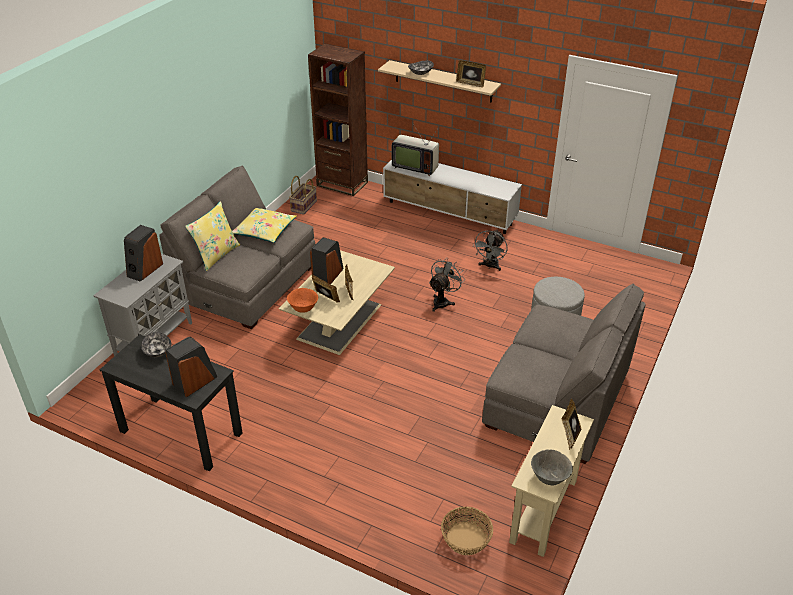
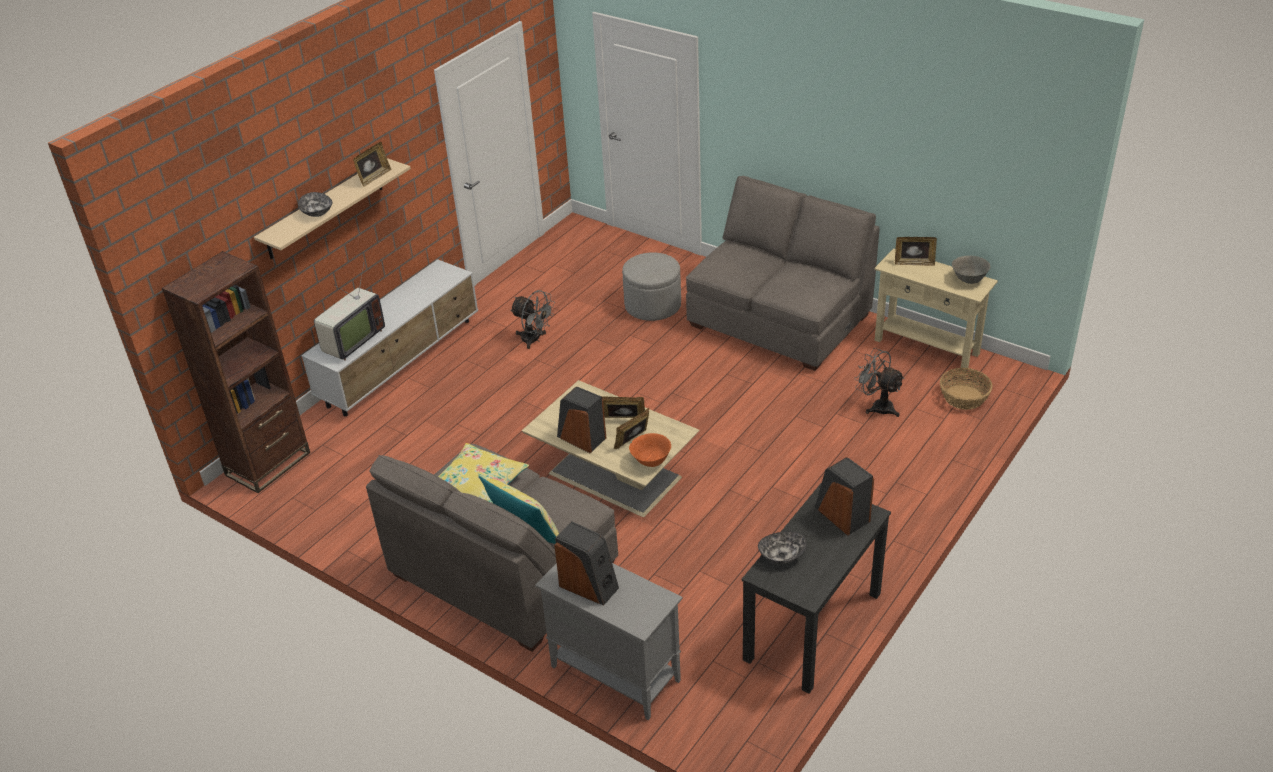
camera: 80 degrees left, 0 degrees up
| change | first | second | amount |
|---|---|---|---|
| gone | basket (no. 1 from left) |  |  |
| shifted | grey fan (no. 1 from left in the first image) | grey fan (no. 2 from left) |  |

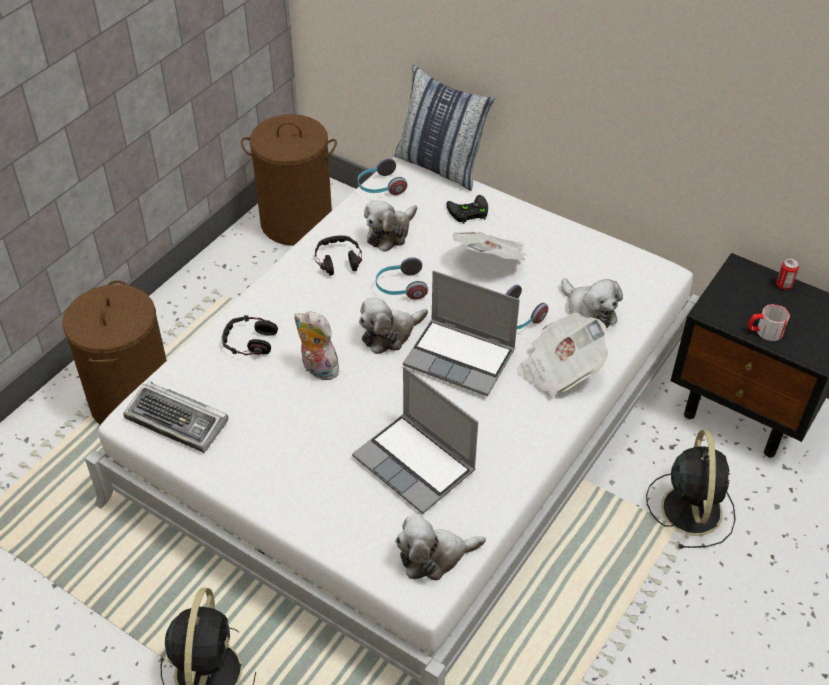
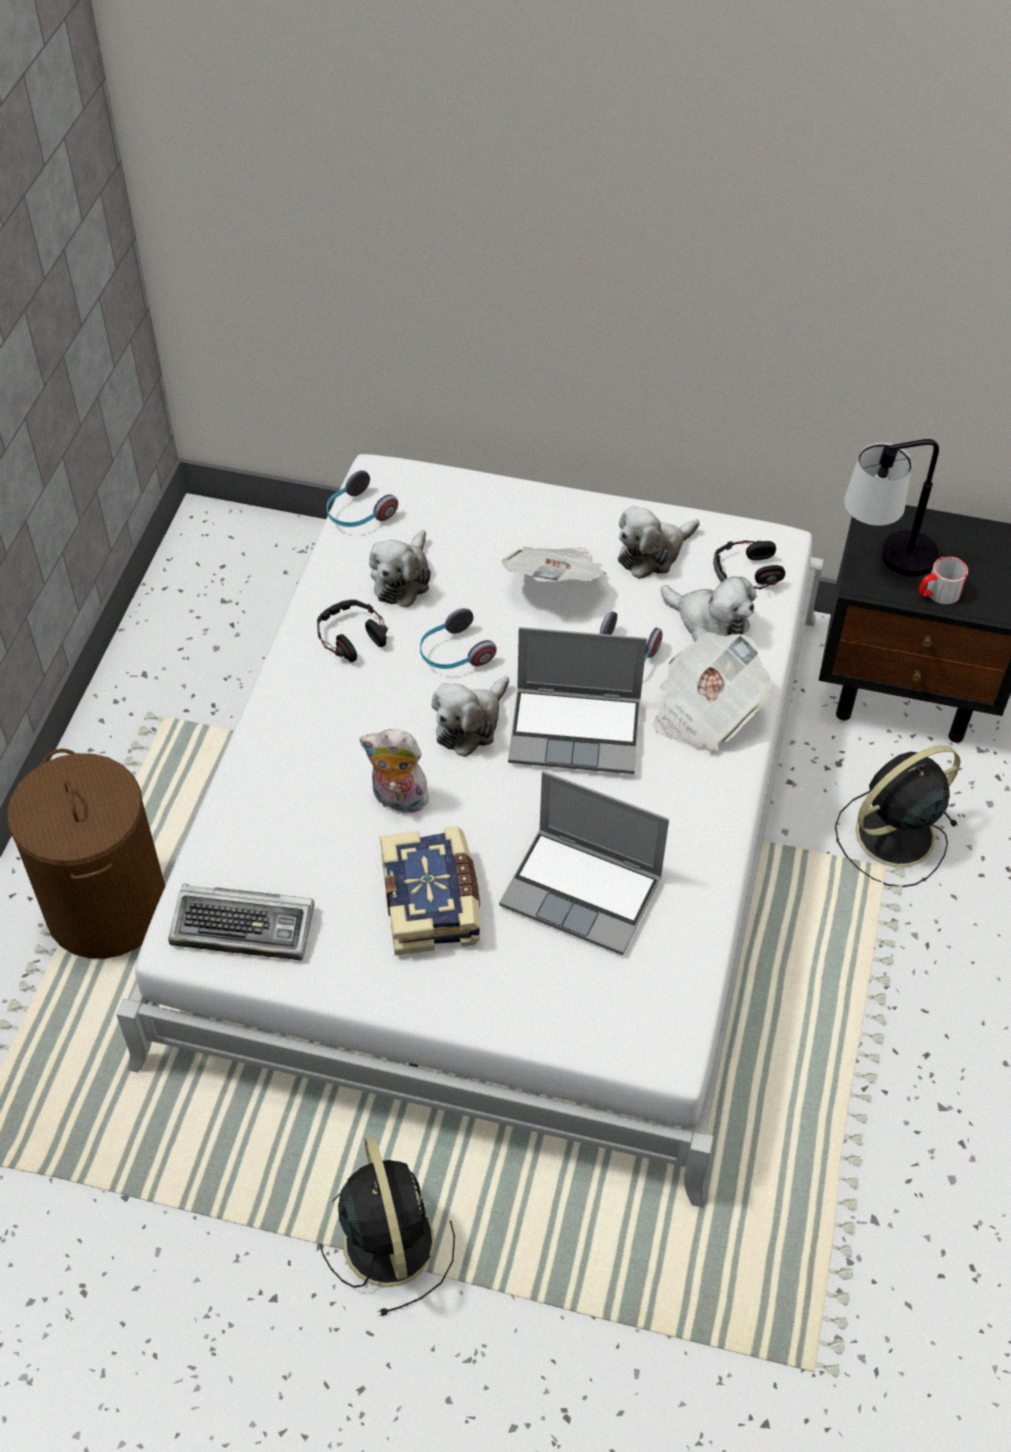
camera: 20 degrees left, 5 degrees up
| change | first | second | amount |
|---|---|---|---|
| shifted | headphones (no. 1 from left in the first image) | headphones (no. 5 from left) |  |
| gone | brown laundry basket (no. 2 from left) |  |  |
| gone | pillow |  |  |
| shifted | plush toy (no. 4 from left) |  |  |
| gone | black game controller |  |  |
| rotated | black fan (no. 2 from left) |  | 105 degrees counterclockwise |
| gone | can |  |  |
| new |  | book |  |
| new |  | table lamp |  |

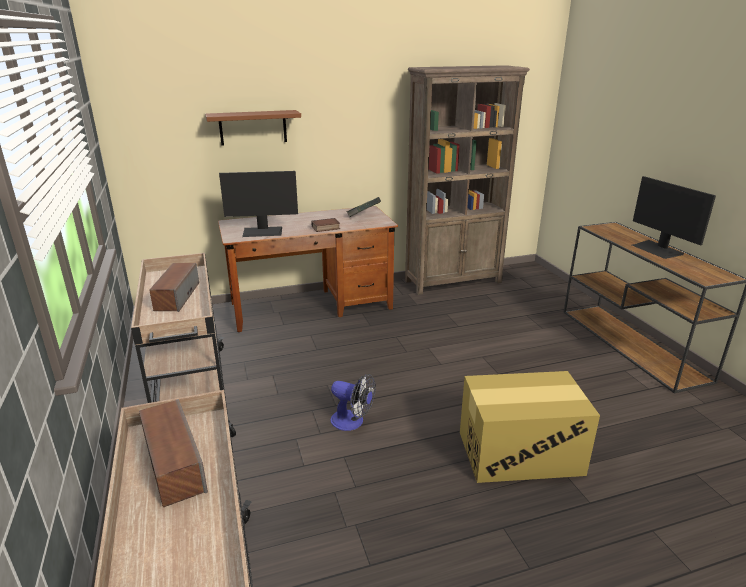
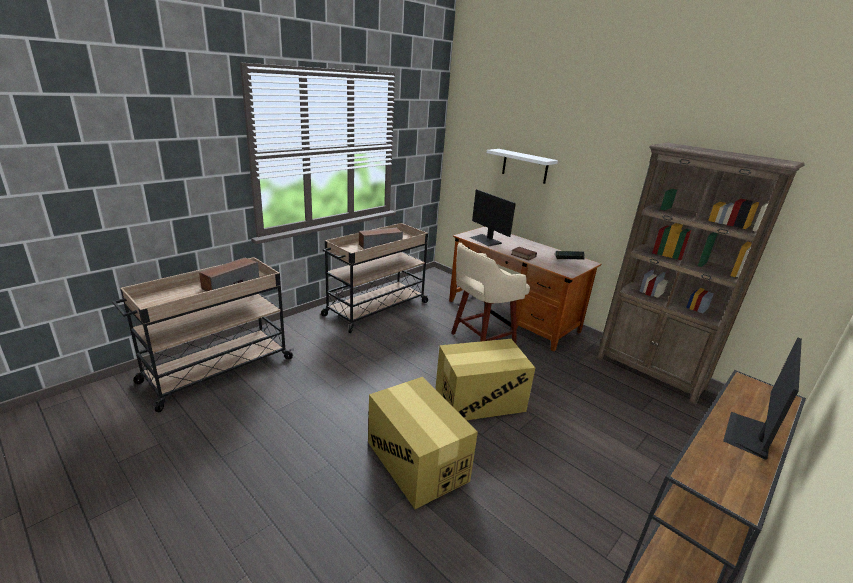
camera: 60 degrees right, 0 degrees up
| change | first | second | amount |
|---|---|---|---|
| repainted | brown shelf | white shelf |  |
| gone | fan |  |  |
| new |  | cardboard box (no. 2 from left) |  |
| new |  | beige stool |  |

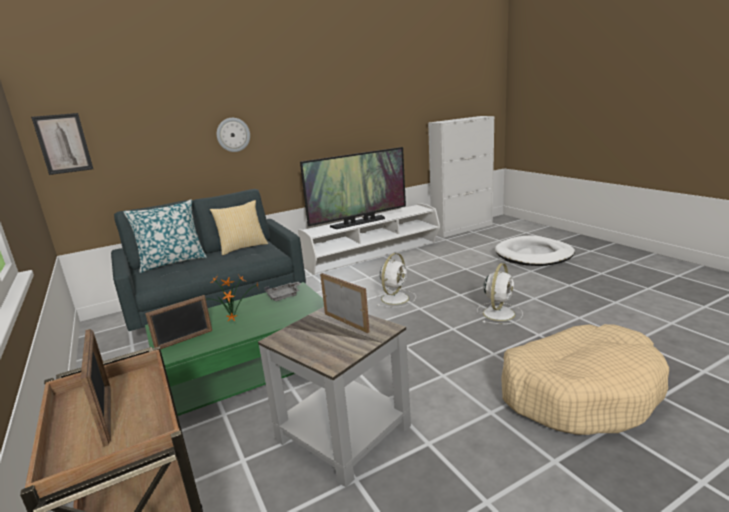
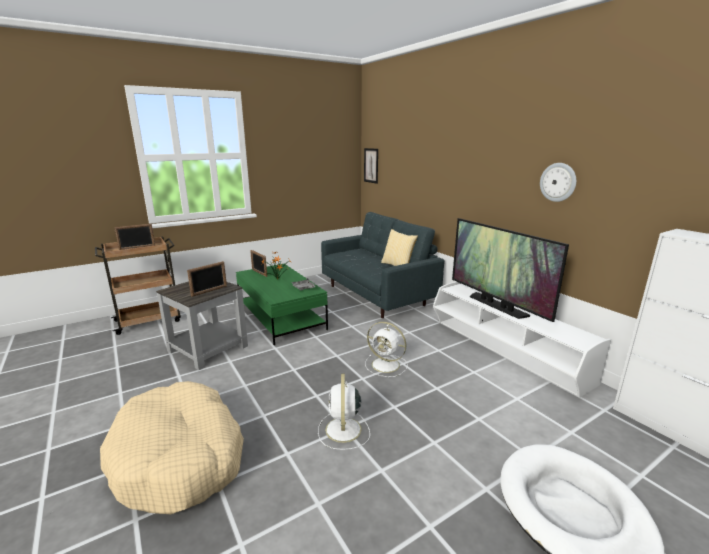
camera: 85 degrees right, 0 degrees up
| change | first | second | amount |
|---|---|---|---|
| gone | pillow (no. 1 from left) |  |  |
| shifted | wall clock |  |  |
| rotated | white fan (no. 2 from left in the first image) | white fan (no. 1 from left) | 60 degrees clockwise |

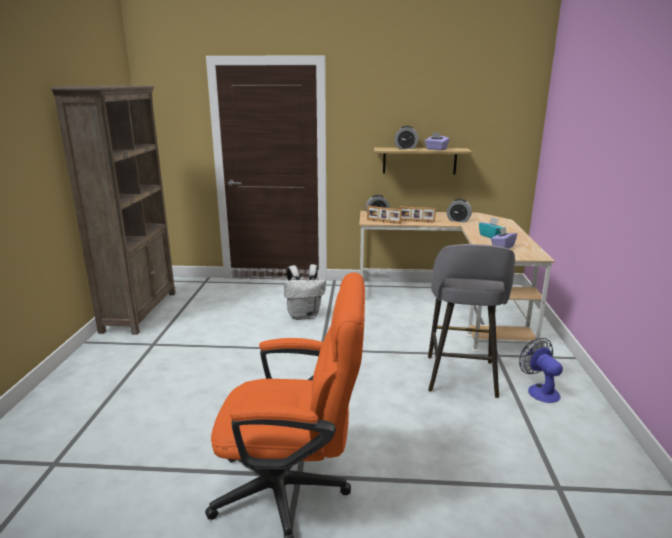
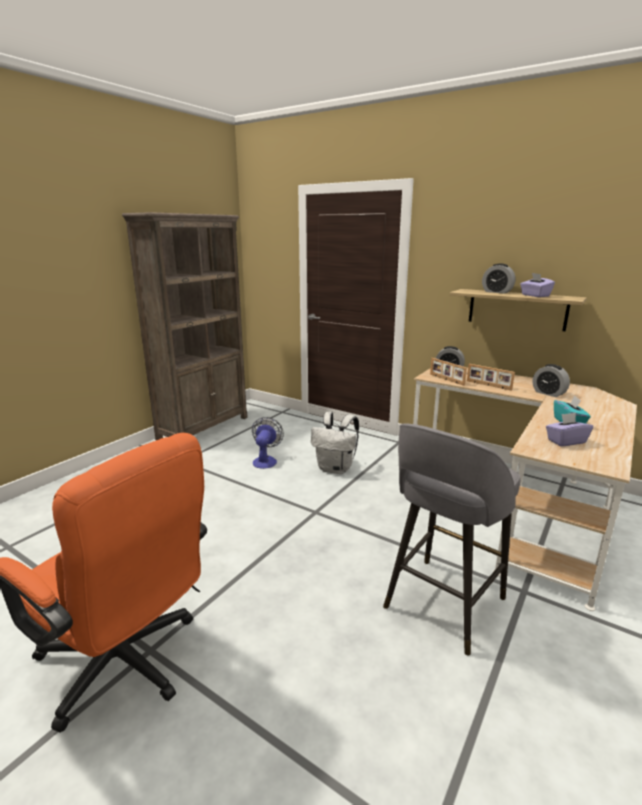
camera: 30 degrees right, 0 degrees up
| change | first | second | amount |
|---|---|---|---|
| shifted | fan |  |  |

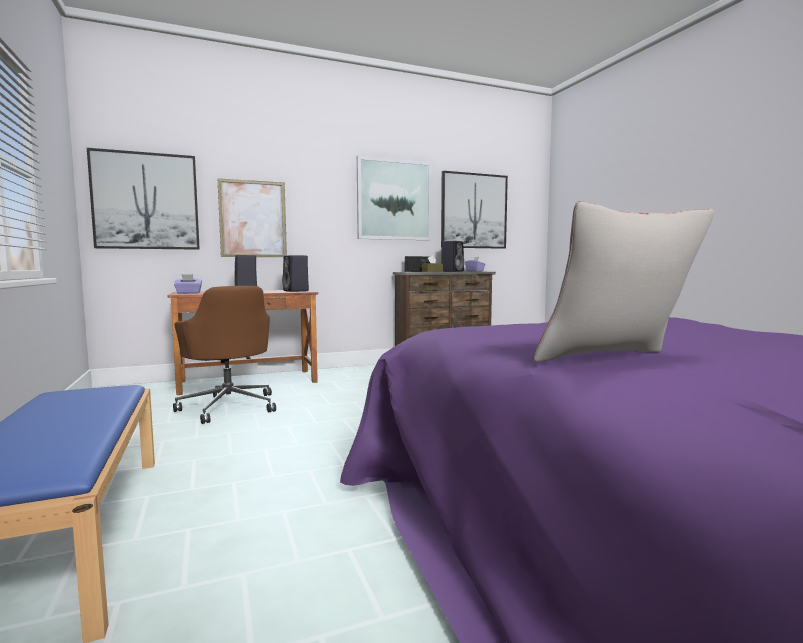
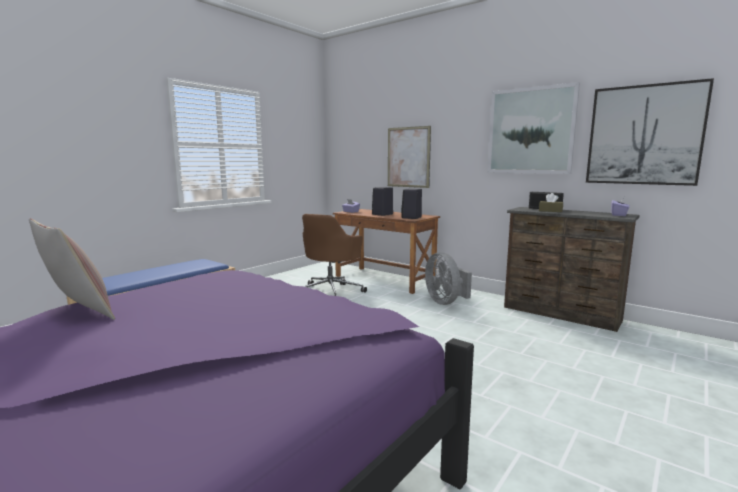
camera: 60 degrees right, 5 degrees up
| change | first | second | amount |
|---|---|---|---|
| gone | picture (no. 1 from left) |  |  |
| gone | black speaker (no. 3 from left) |  |  |
| new |  | grey fan |  |

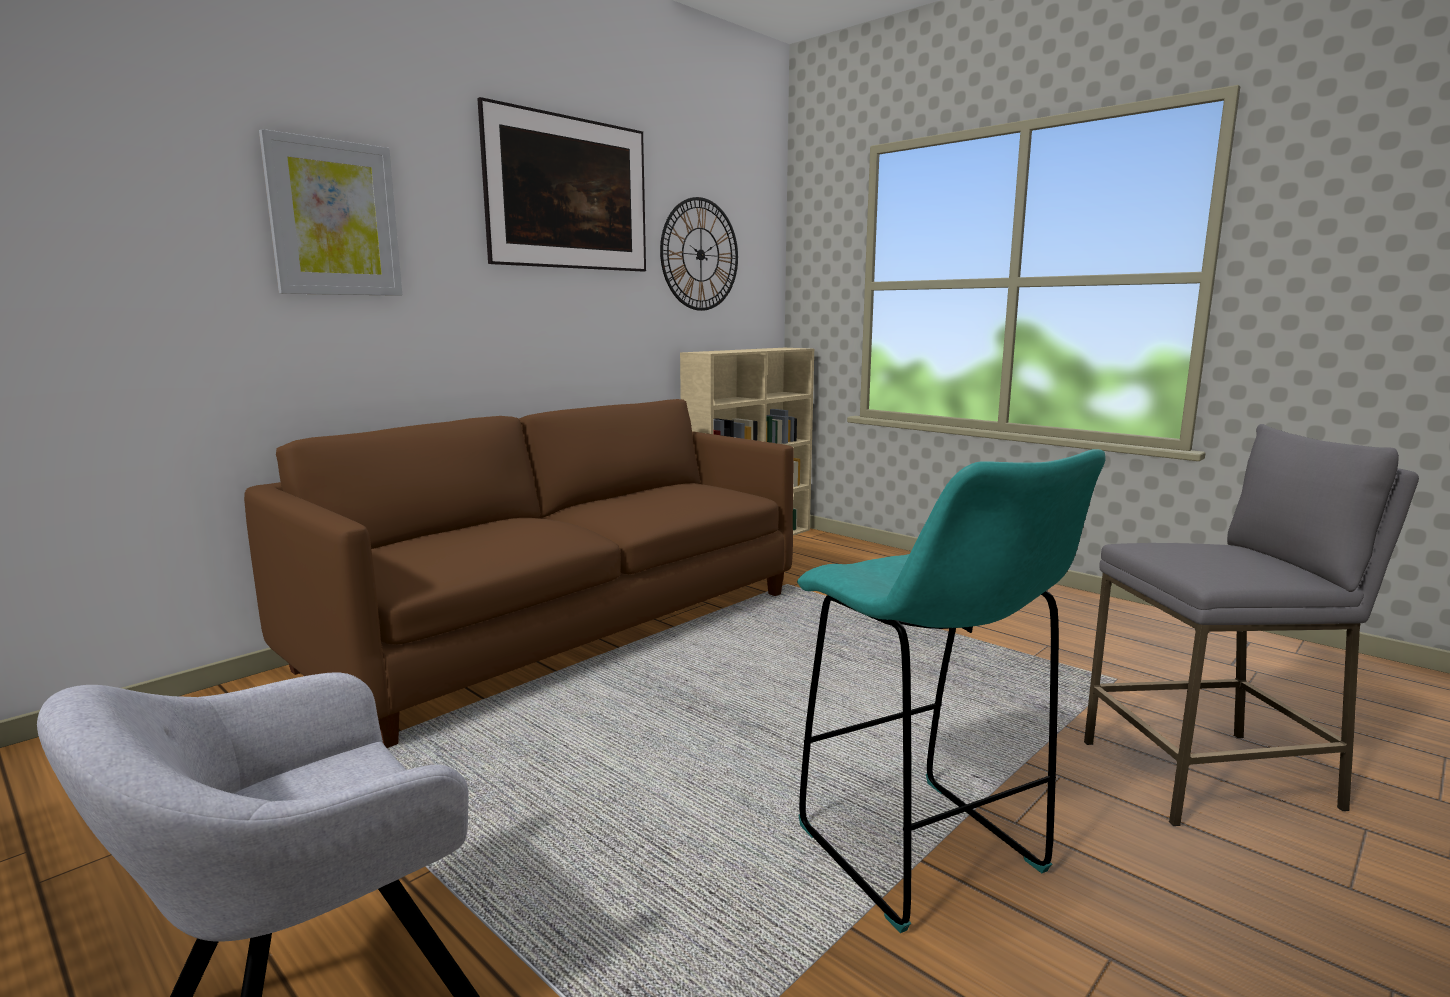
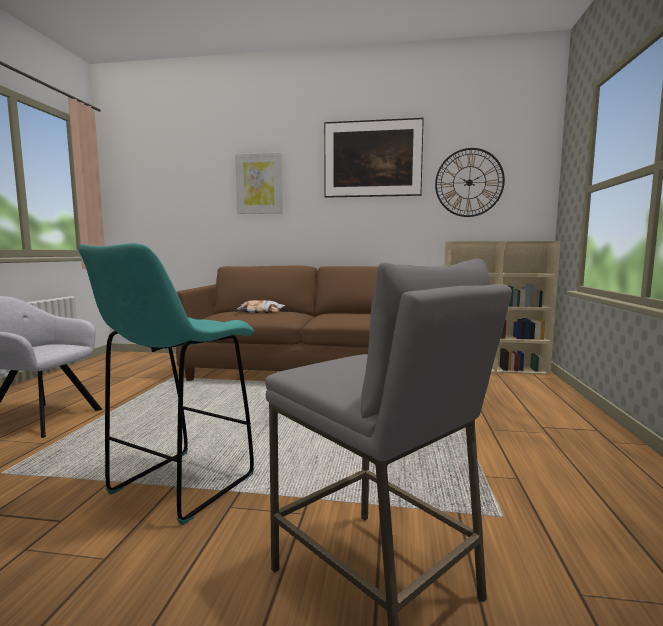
camera: 55 degrees right, 5 degrees down
| change | first | second | amount |
|---|---|---|---|
| new |  | pillow |  |

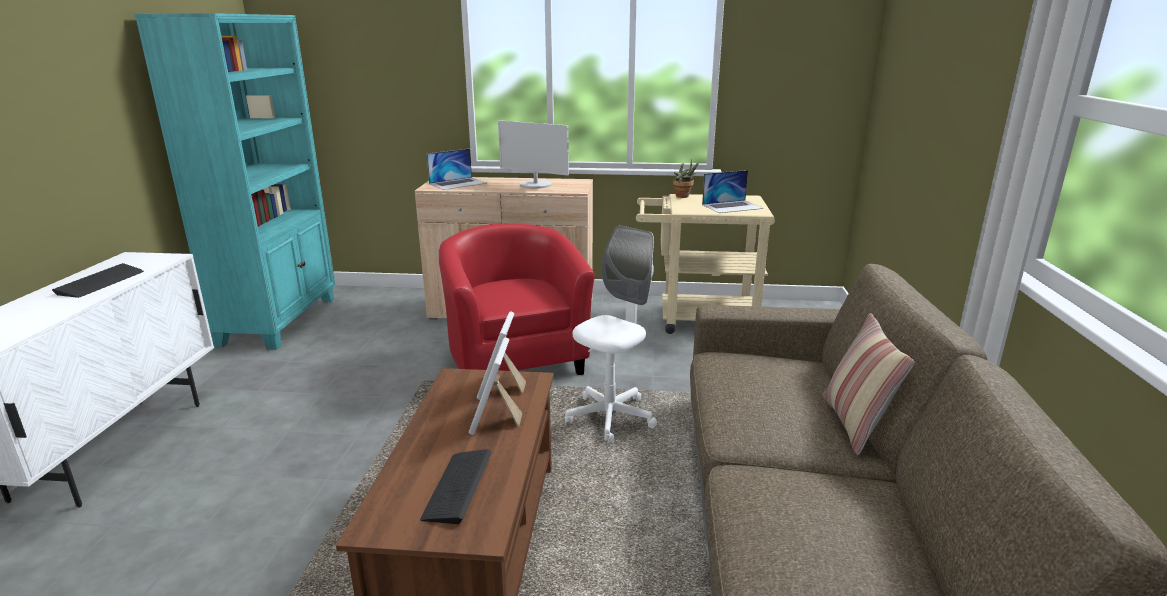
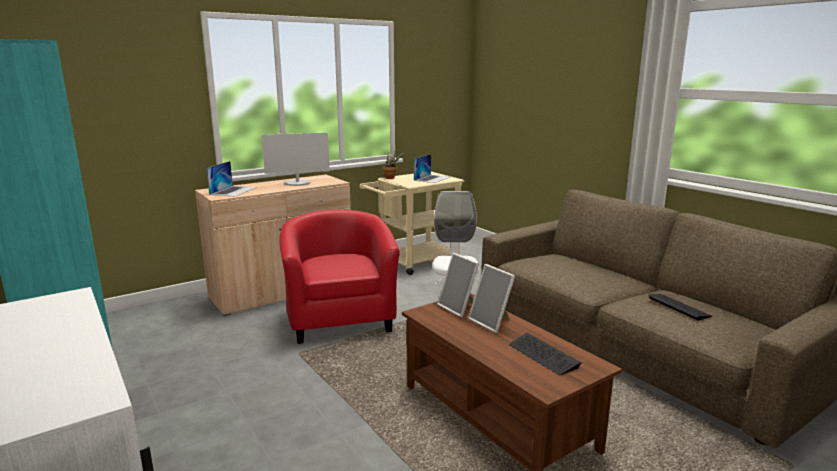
camera: 40 degrees left, 5 degrees down
| change | first | second | amount |
|---|---|---|---|
| shifted | keyboard (no. 1 from left in the first image) | keyboard (no. 2 from left) |  |
| rotated | red armchair |  | 45 degrees clockwise |
| gone | pillow |  |  |

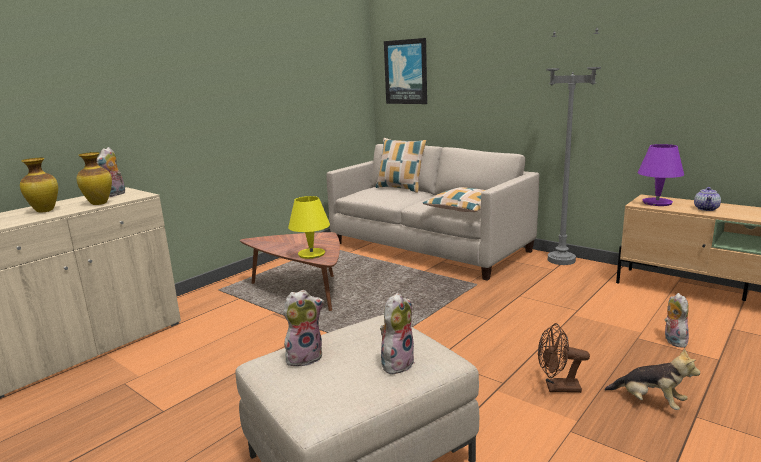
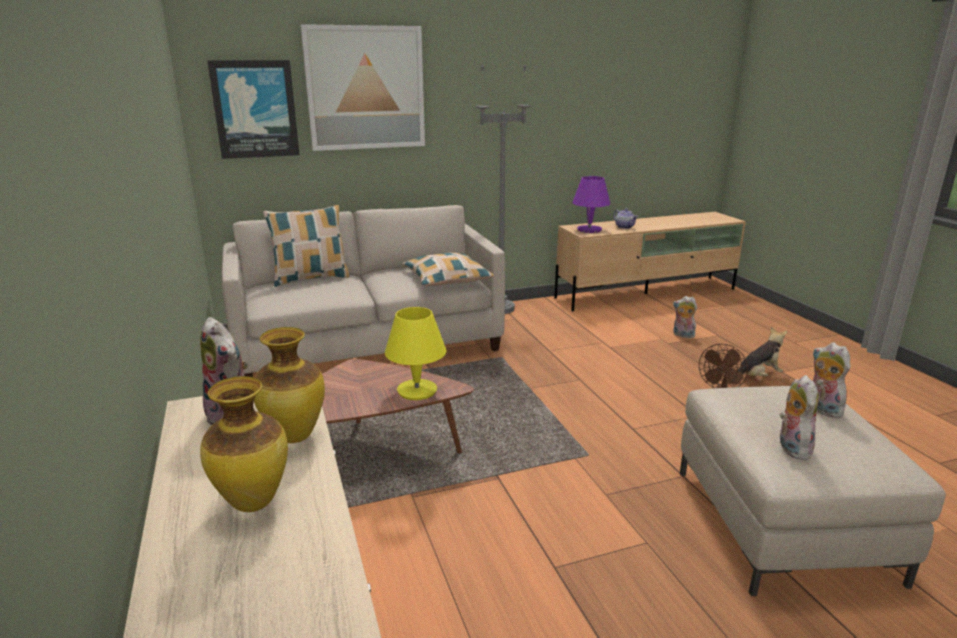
camera: 60 degrees left, 5 degrees up
| change | first | second | amount |
|---|---|---|---|
| new |  | picture (no. 2 from left) |  |

